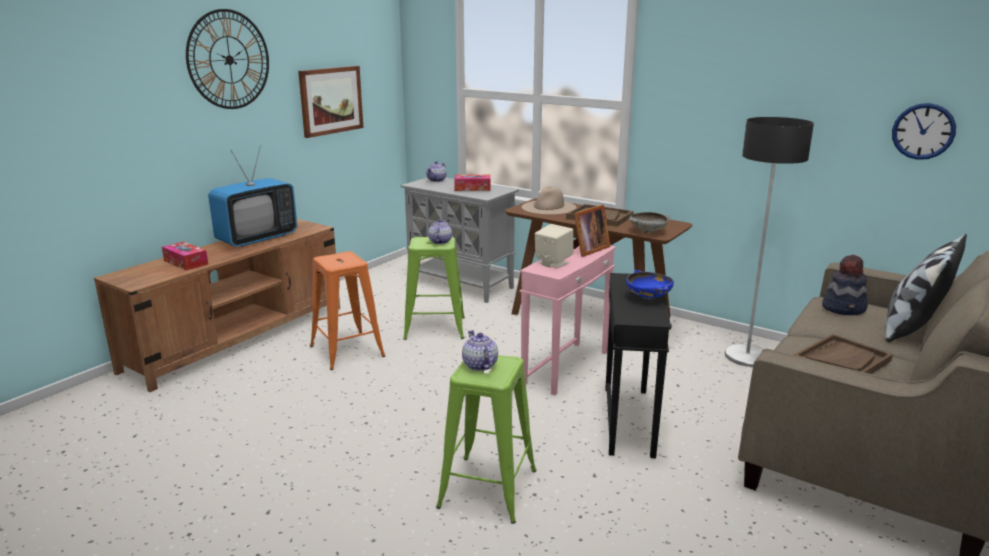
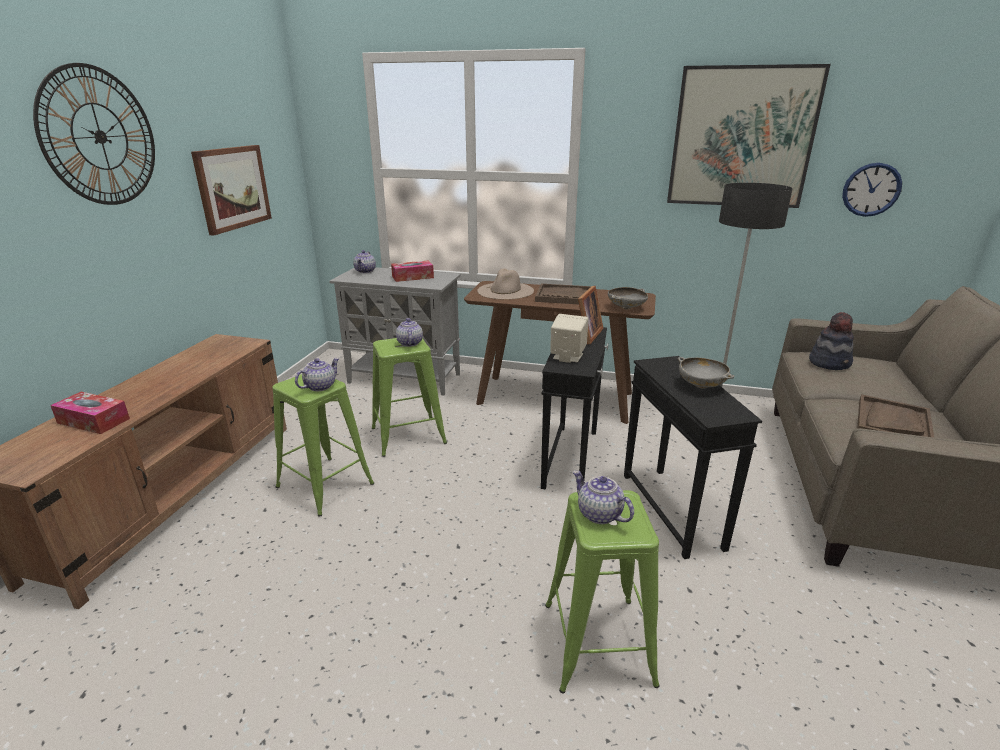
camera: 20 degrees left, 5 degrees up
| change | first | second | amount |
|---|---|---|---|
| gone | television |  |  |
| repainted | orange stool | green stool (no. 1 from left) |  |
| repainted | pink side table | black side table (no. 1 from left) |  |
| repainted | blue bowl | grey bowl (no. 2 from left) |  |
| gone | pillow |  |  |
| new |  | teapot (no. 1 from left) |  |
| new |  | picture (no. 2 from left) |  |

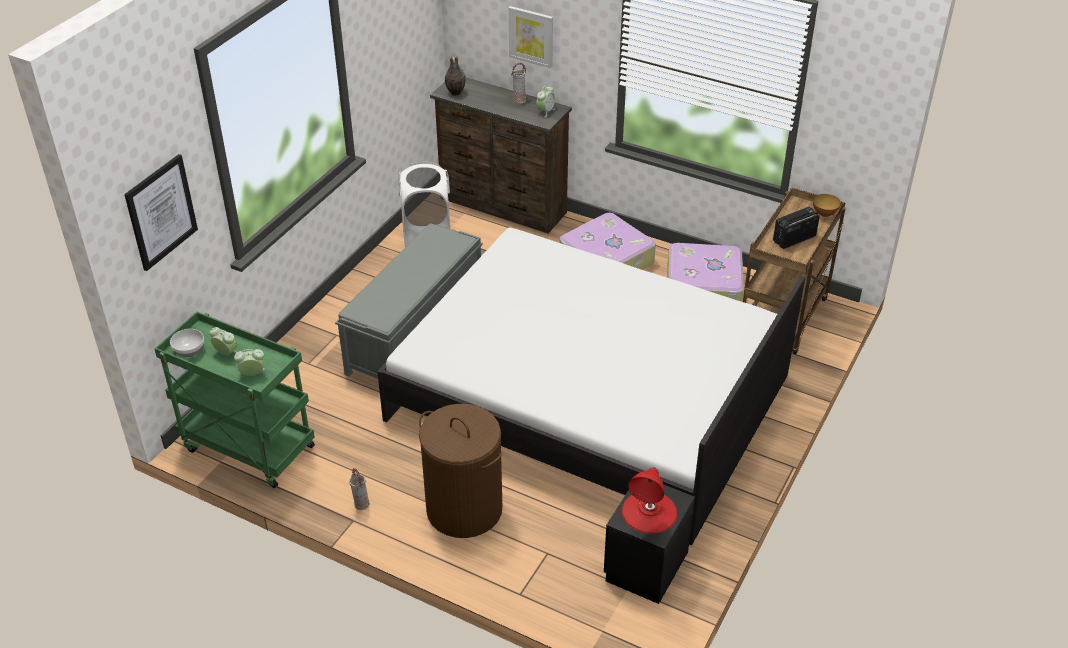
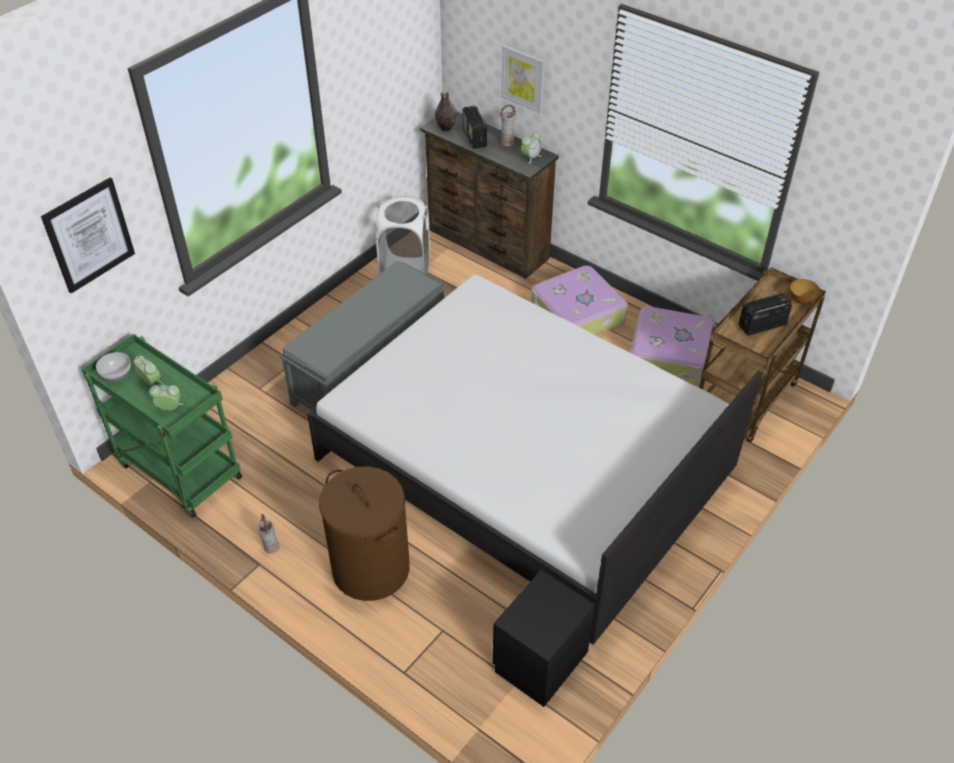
camera: 10 degrees right, 5 degrees up
| change | first | second | amount |
|---|---|---|---|
| gone | red table lamp |  |  |
| new |  | radio (no. 1 from left) |  |

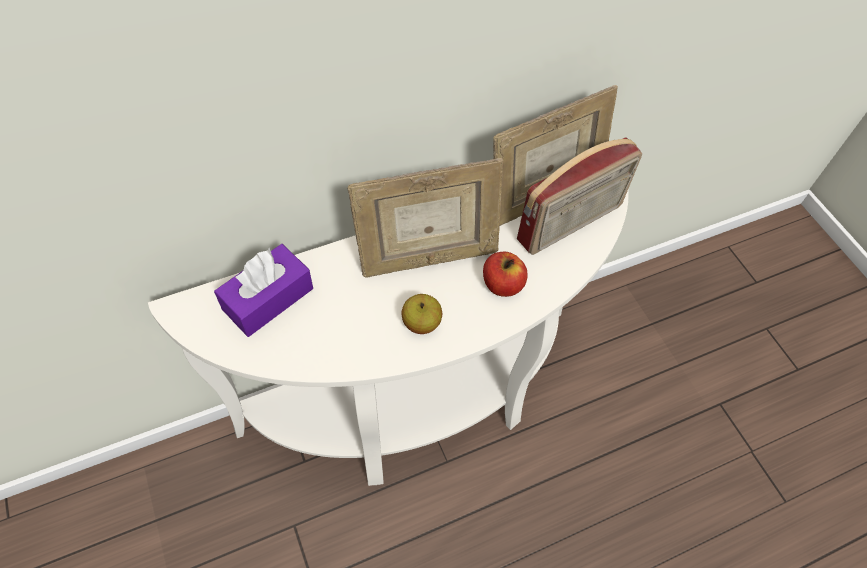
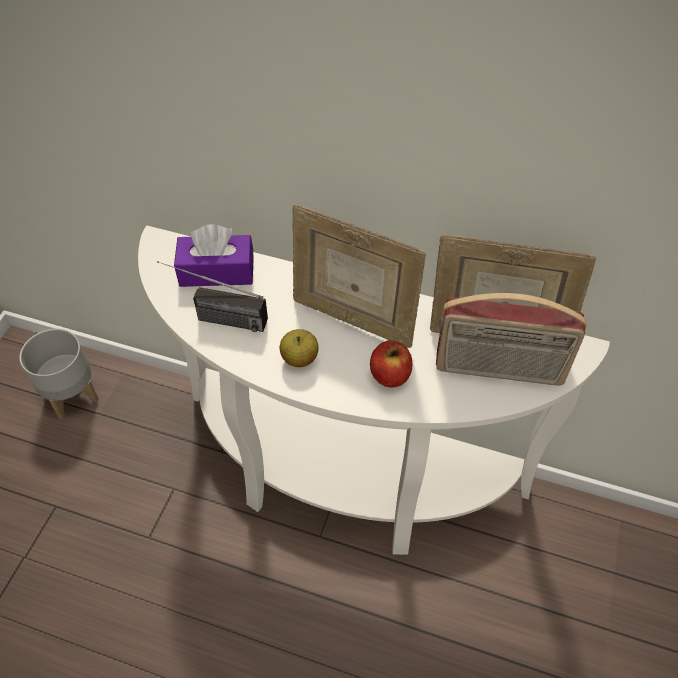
camera: 45 degrees right, 5 degrees down
| change | first | second | amount |
|---|---|---|---|
| new |  | grey planter |  |
| new |  | radio (no. 1 from left) |  |

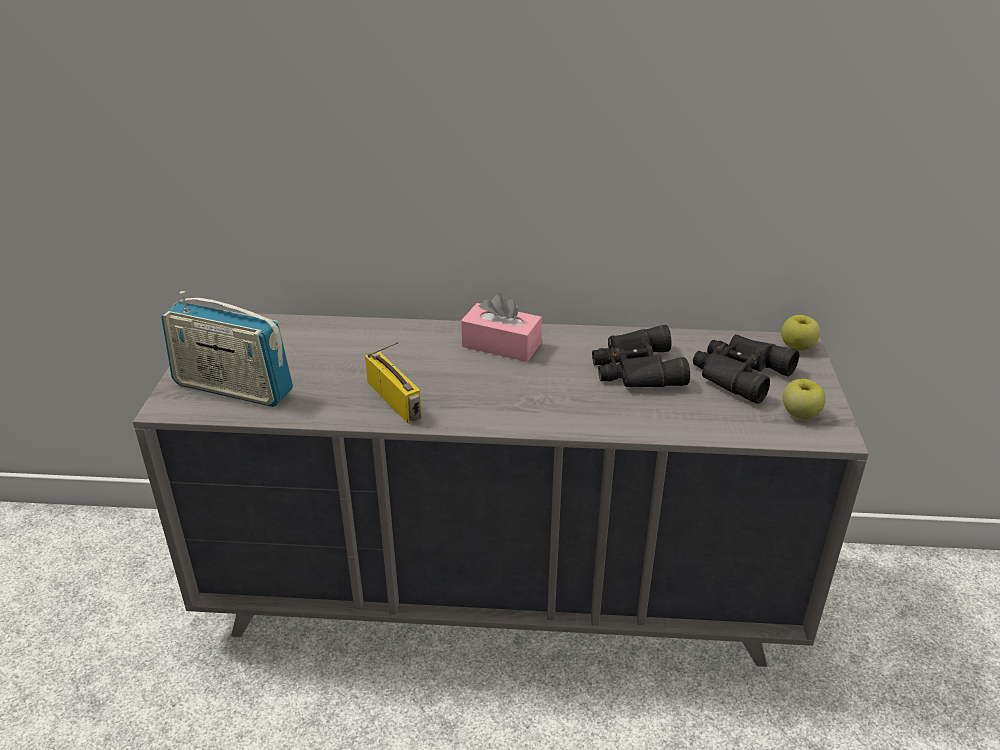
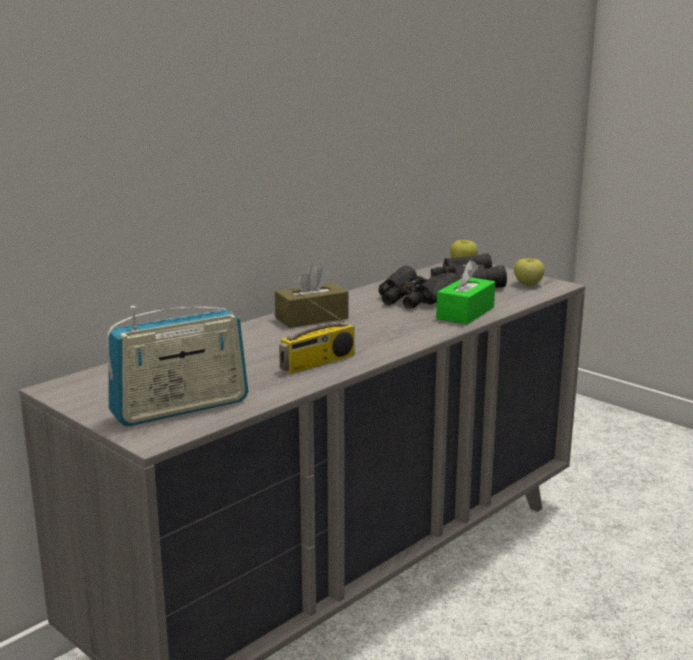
camera: 50 degrees left, 15 degrees down
| change | first | second | amount |
|---|---|---|---|
| rotated | radio (no. 2 from left) |  | 135 degrees clockwise |
| repainted | pink tissue box | brown tissue box |  |
| new |  | green tissue box |  |

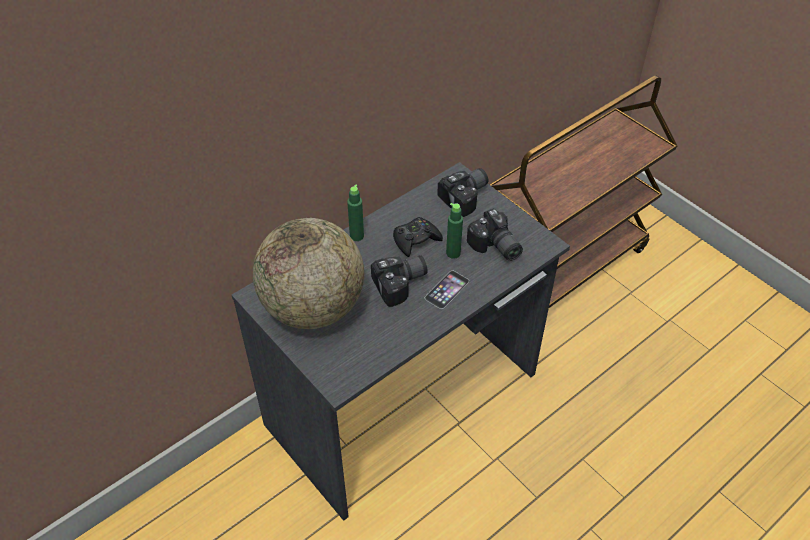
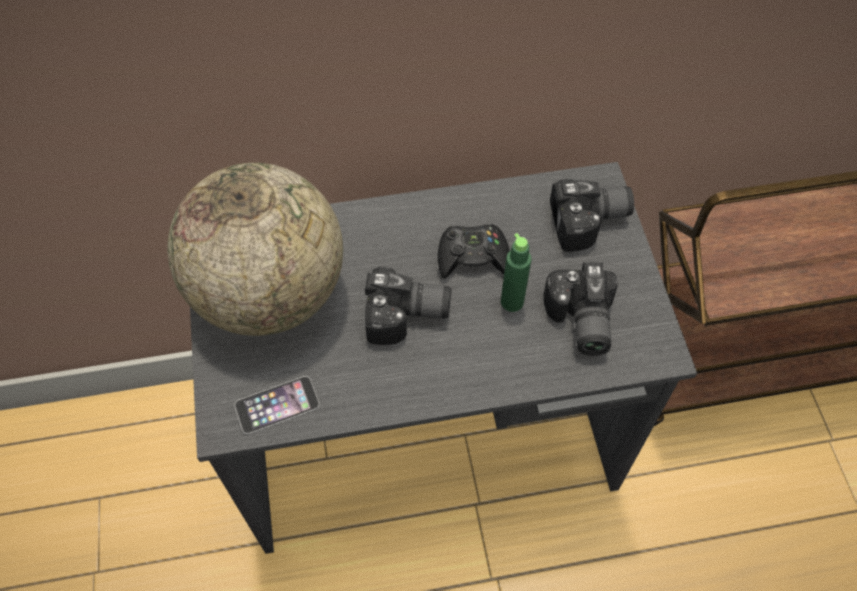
camera: 30 degrees right, 10 degrees up
| change | first | second | amount |
|---|---|---|---|
| gone | green bottle (no. 1 from left) |  |  |
| shifted | phone |  |  |

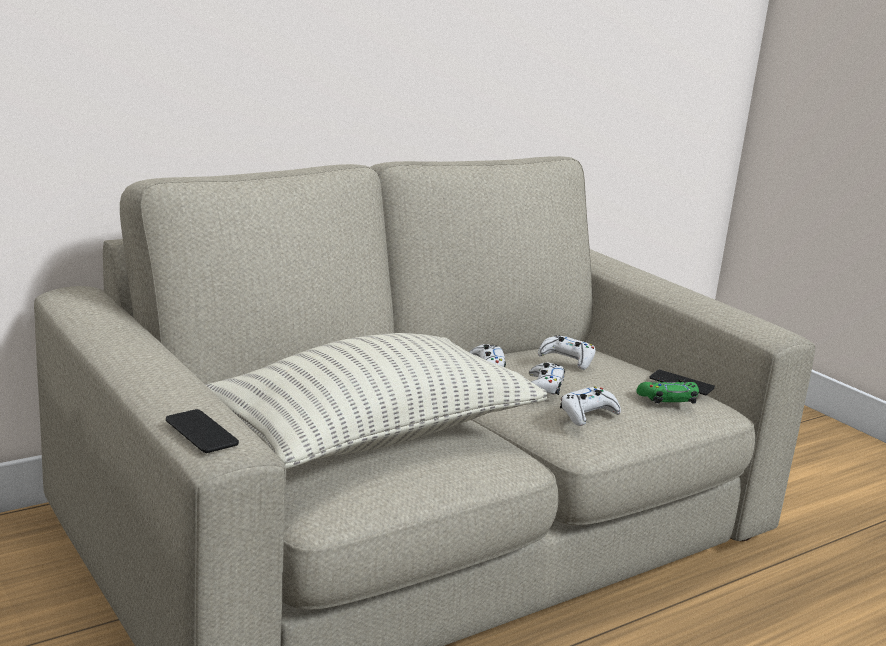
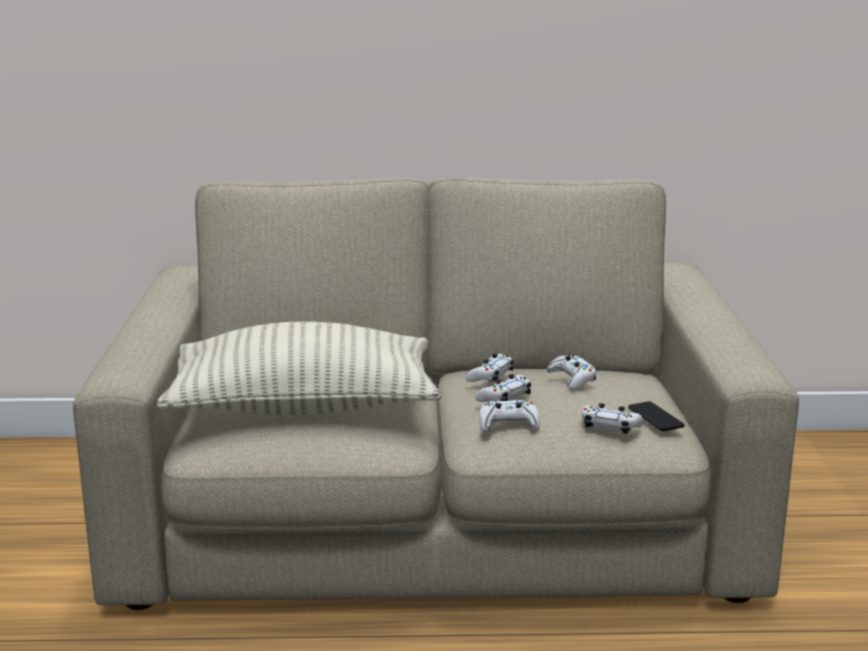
camera: 35 degrees right, 0 degrees up
| change | first | second | amount |
|---|---|---|---|
| gone | phone (no. 1 from left) |  |  |
| repainted | green game controller | white game controller (no. 5 from left) |  |

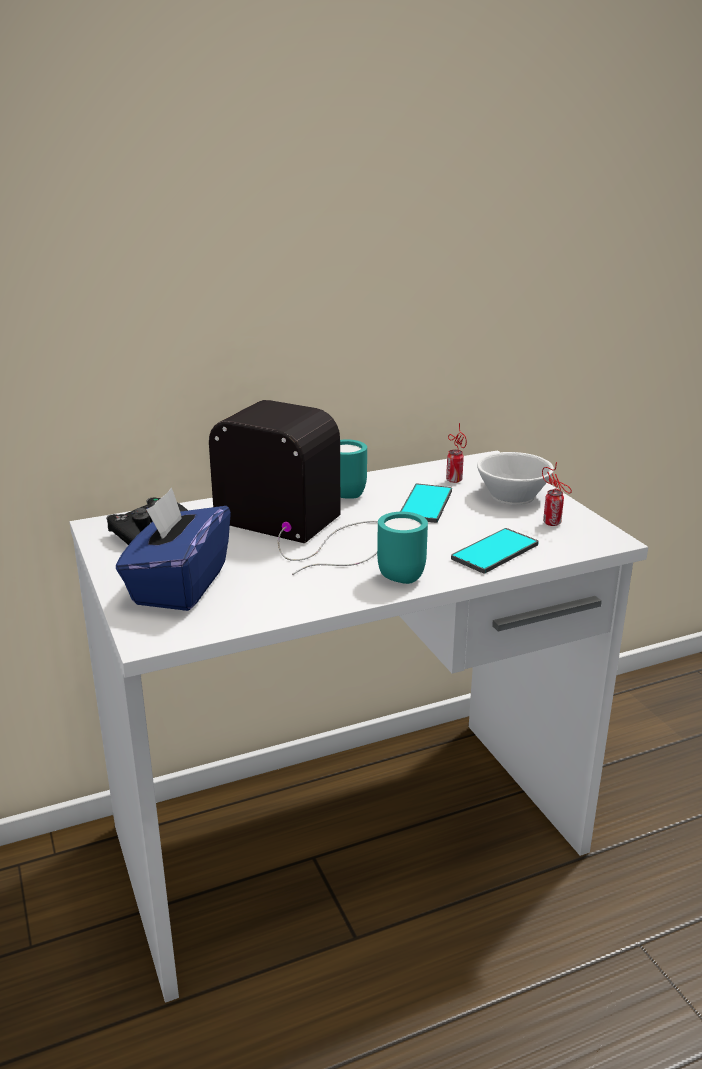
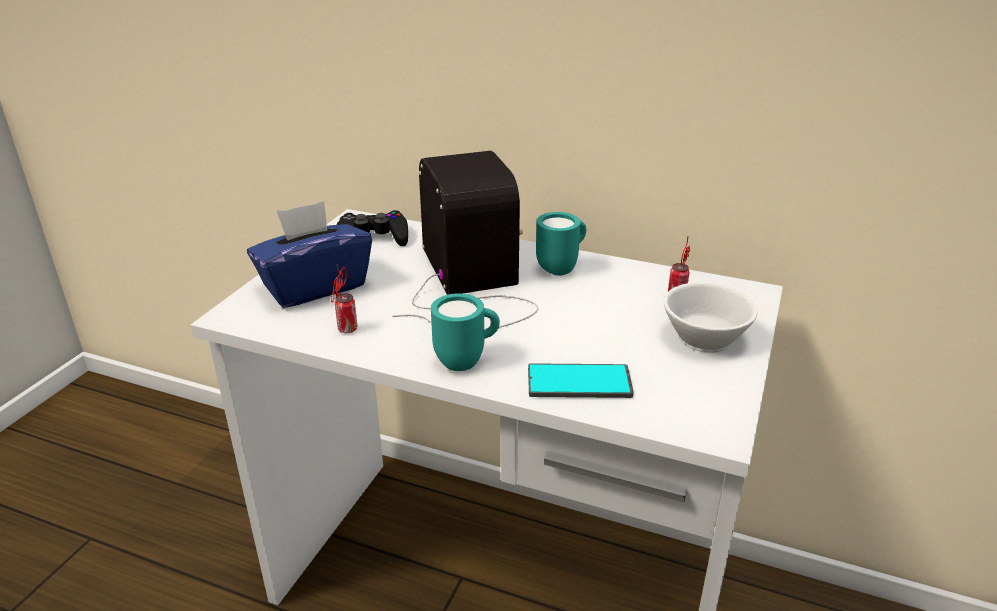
camera: 45 degrees right, 5 degrees up
| change | first | second | amount |
|---|---|---|---|
| gone | phone (no. 1 from left) |  |  |
| shifted | can (no. 2 from left in the first image) | can (no. 1 from left) |  |

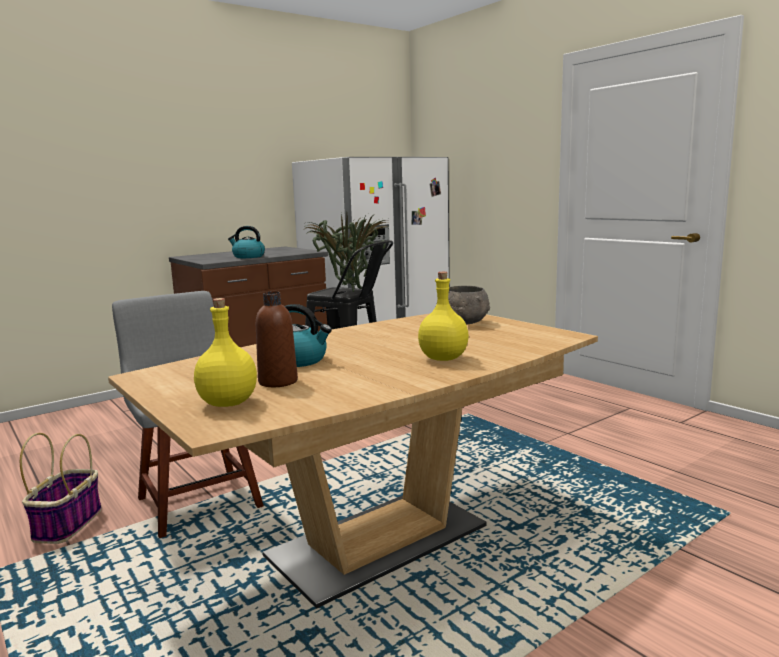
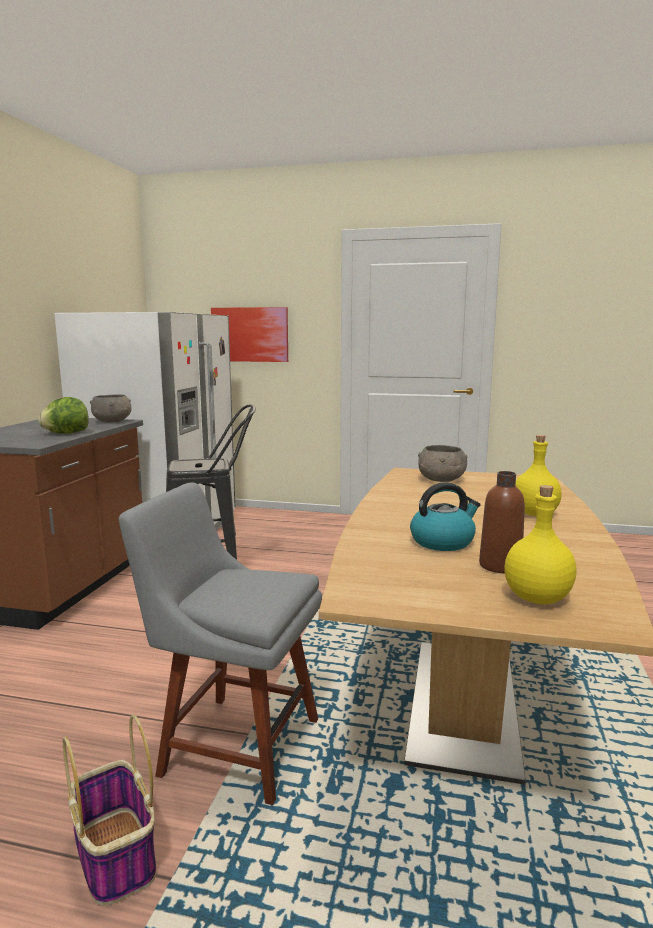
camera: 40 degrees left, 0 degrees up
| change | first | second | amount |
|---|---|---|---|
| swapped | kettle (no. 1 from left) | lettuce |  |
| gone | potted plant |  |  |
| new |  | grey bowl (no. 1 from left) |  |
| new |  | picture |  |

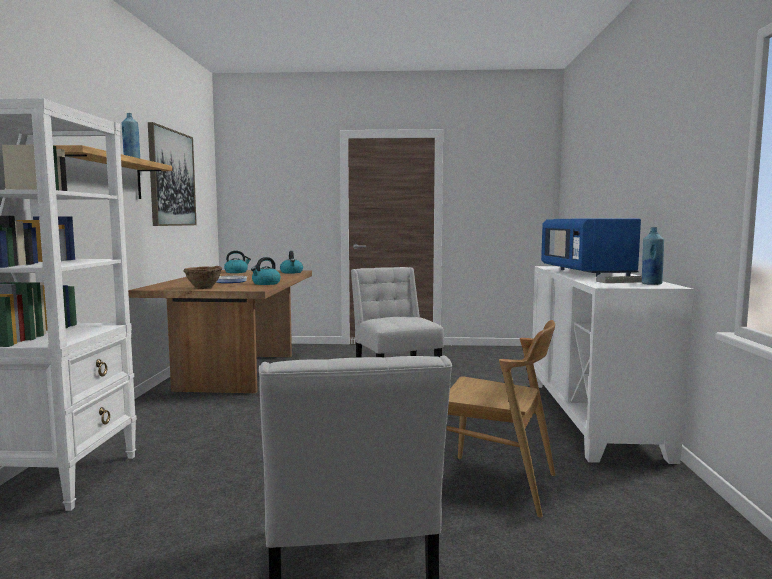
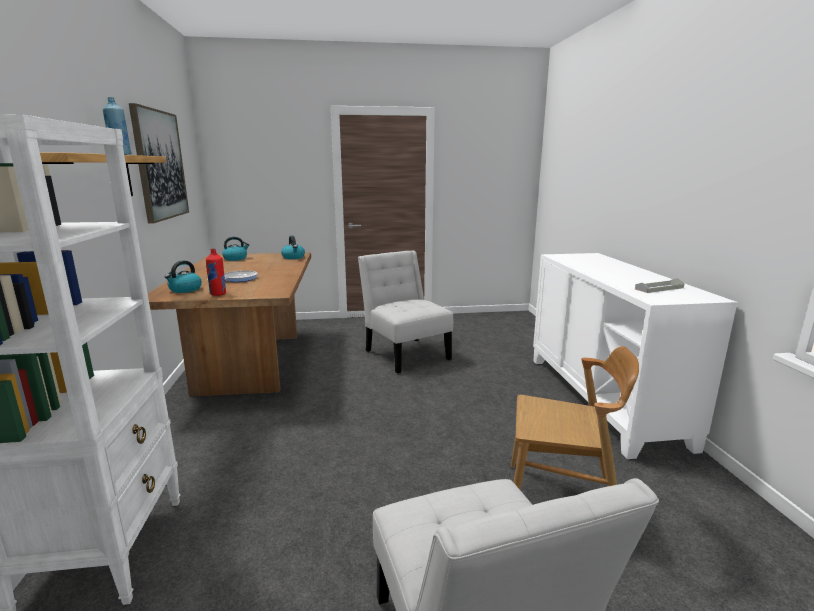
camera: 10 degrees left, 10 degrees up
| change | first | second | amount |
|---|---|---|---|
| swapped | brown bowl | red bottle |  |
| shifted | kettle (no. 2 from left in the first image) | kettle (no. 1 from left) |  |
| gone | blue microwave |  |  |
| gone | blue bottle (no. 2 from left) |  |  |

